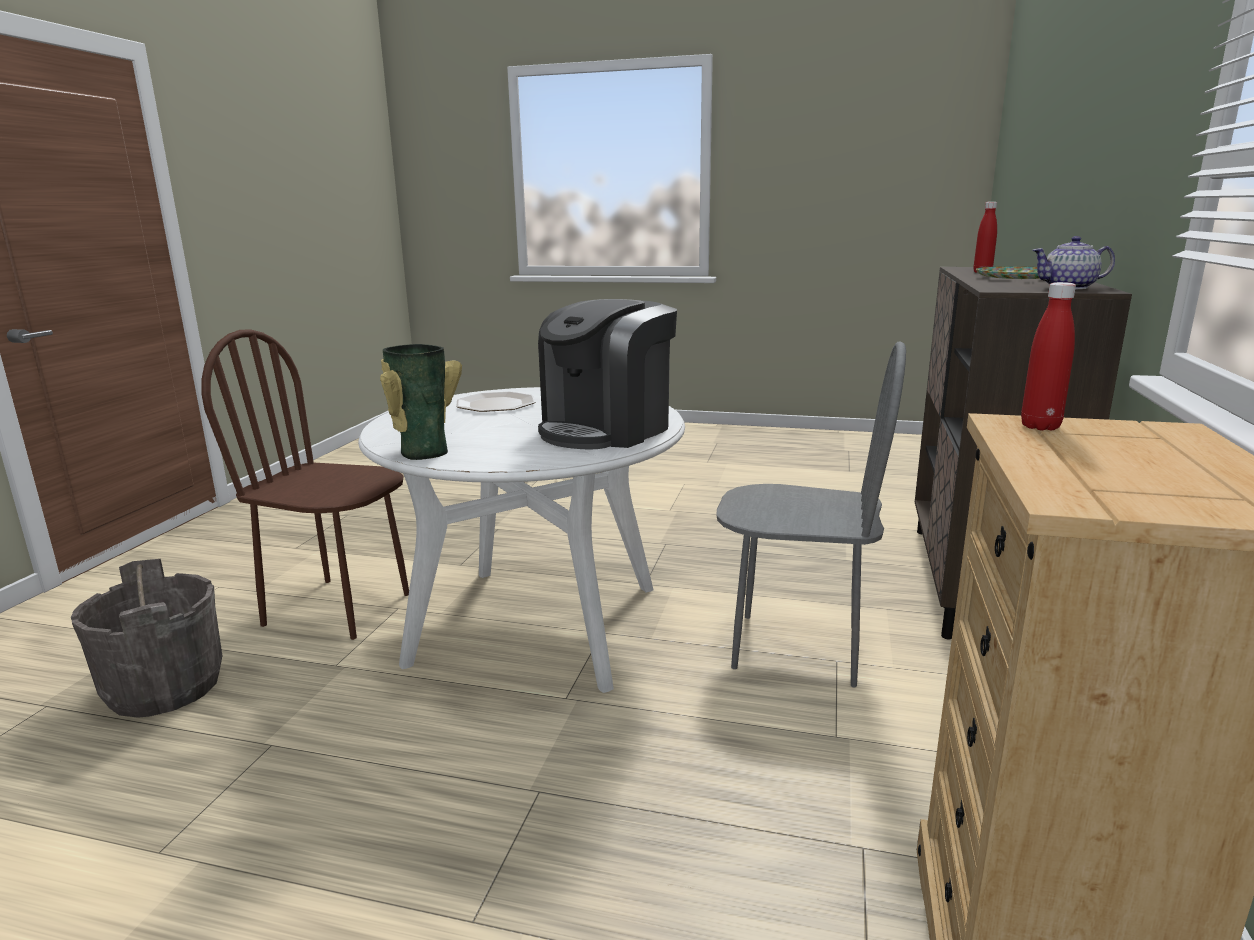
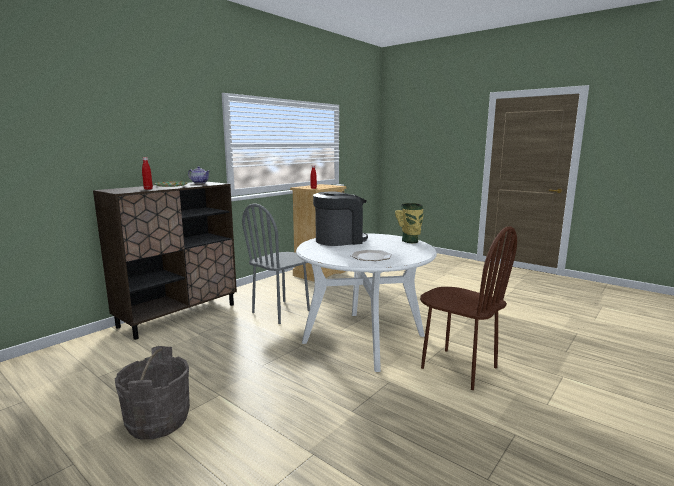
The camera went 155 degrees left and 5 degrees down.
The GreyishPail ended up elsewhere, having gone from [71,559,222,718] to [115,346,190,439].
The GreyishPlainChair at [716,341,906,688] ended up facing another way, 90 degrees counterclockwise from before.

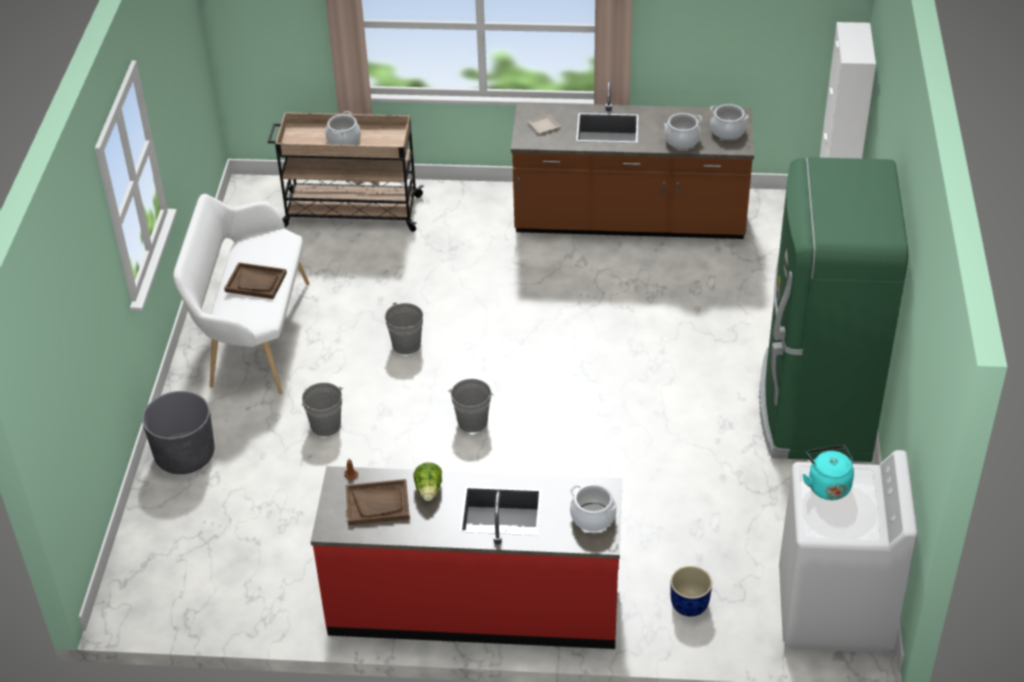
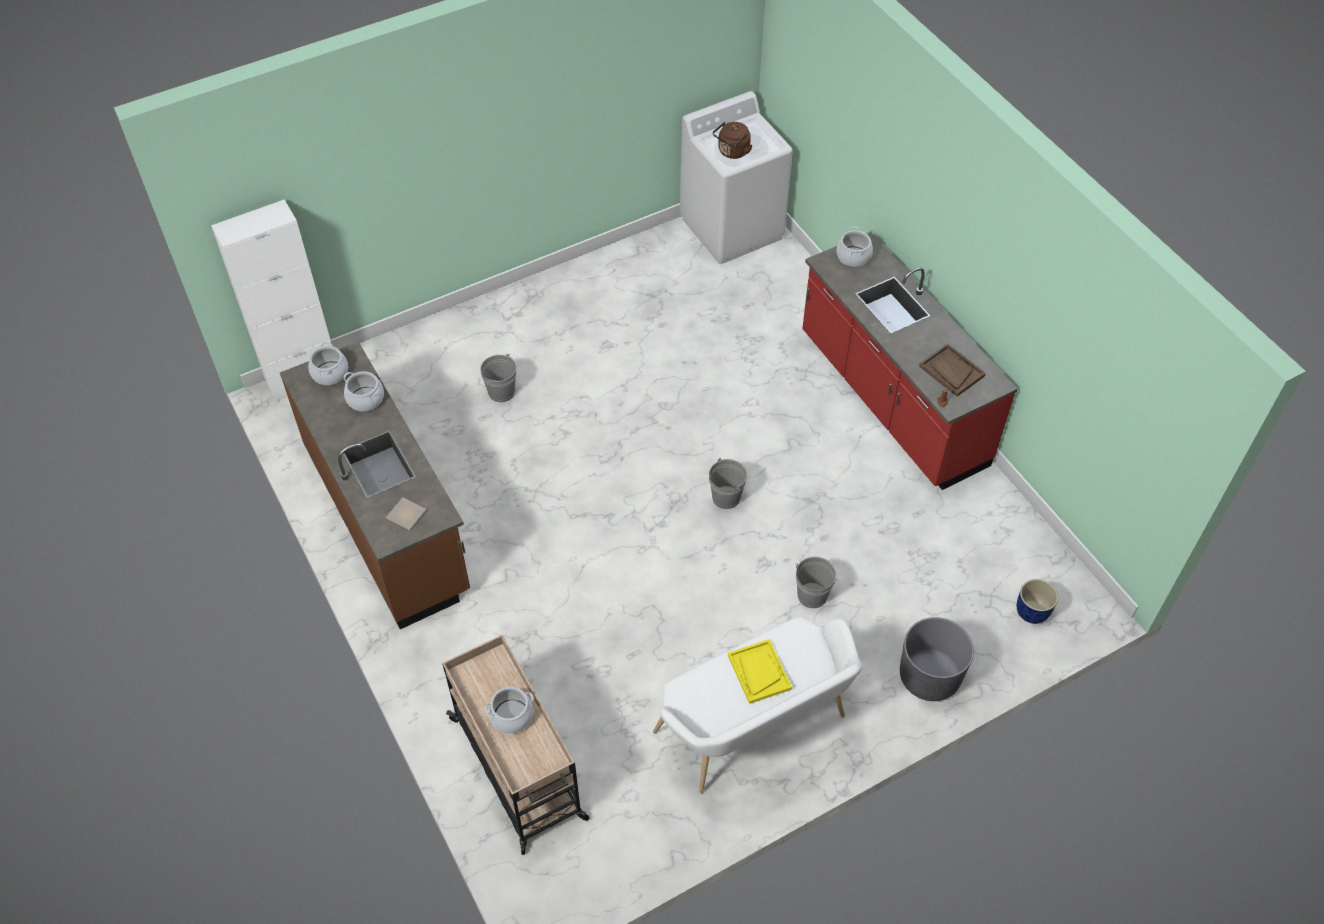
The camera went 125 degrees left and 10 degrees up.
The GreyishPail ended up elsewhere, having gone from [385,302,423,354] to [480,354,516,402].
What was the TurquoiseColouredTeaKettle at [802,445,854,500] turned into the BrownTeaKettle at [713,122,753,159].
What was the BrownServingTray at [224,262,287,299] turned into the YellowServingTray at [728,639,792,704].
The BluePlanter ended up elsewhere, having gone from [670,566,712,616] to [1017,579,1058,624].
The second view lost the Lettuce at [413,462,442,501].
The second view lost the GreenishRefrigerator at [759,157,908,462].

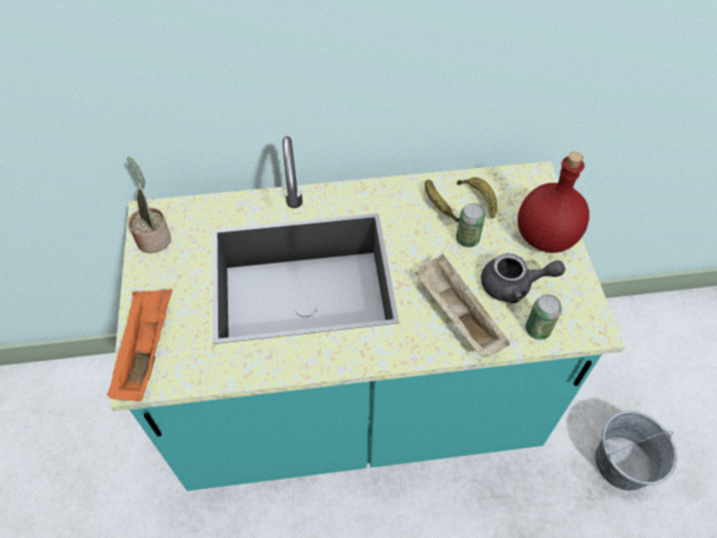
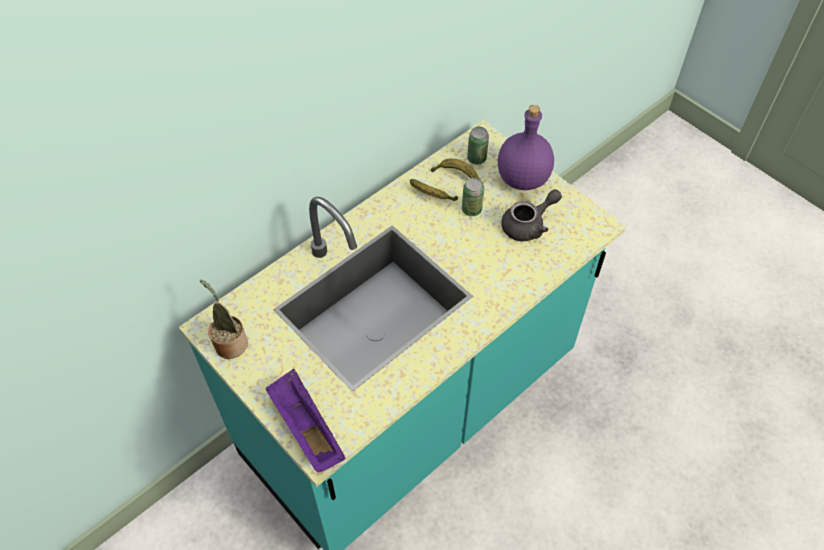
The camera went 35 degrees left and 0 degrees up.
What was the OrangeyServingTray at [107,289,172,401] turned into the PurplishServingTray at [266,369,346,472].
The Can ended up elsewhere, having gone from [525,294,562,340] to [467,127,489,165].
What was the RedBottle at [517,152,589,253] turned into the PurplishBottle at [498,105,554,190].
The second view lost the BeigeColouredServingTray at [415,254,510,357].
The second view lost the GreyishPail at [595,411,677,491].

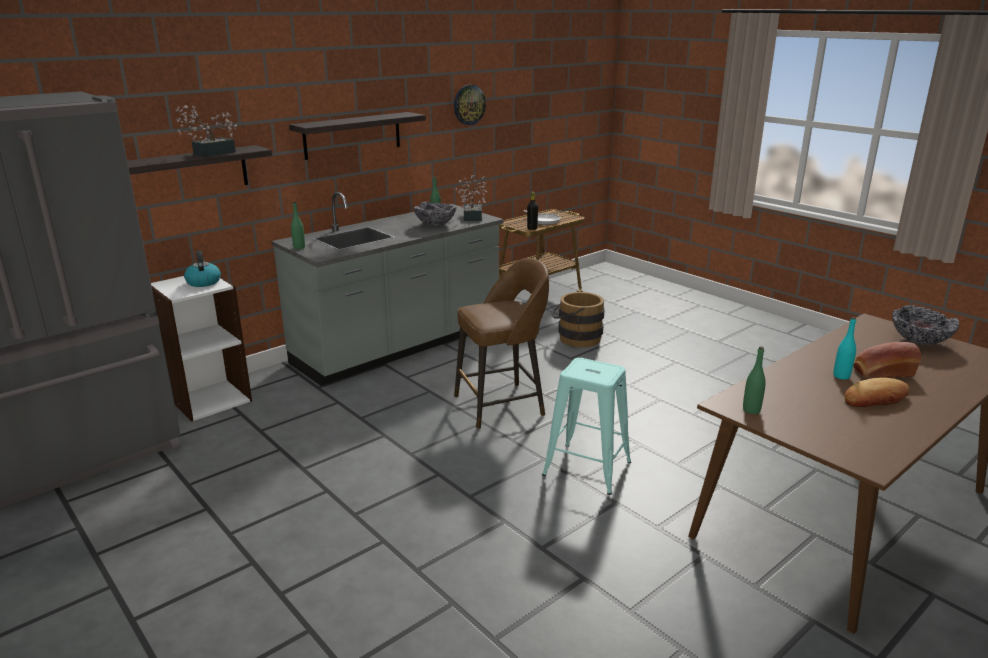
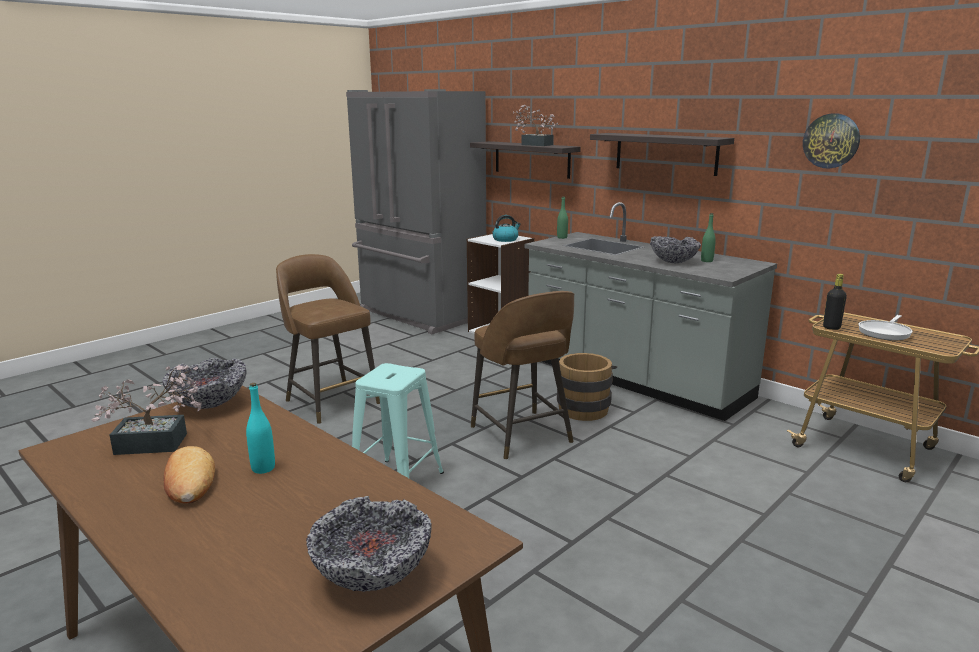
The camera went 85 degrees right and 5 degrees down.
The Houseplant ended up elsewhere, having gone from [456,175,488,221] to [91,365,202,455].
Where the GreenishBottle stood at [743,346,766,414], the ServingBowl came to stand at [163,358,246,409].
The second view gained the BrownStoolSeat at [276,254,380,424].
The BrownPail ended up elsewhere, having gone from [551,292,605,348] to [557,353,617,421].
The second view lost the BakeryBread at [854,342,921,378].

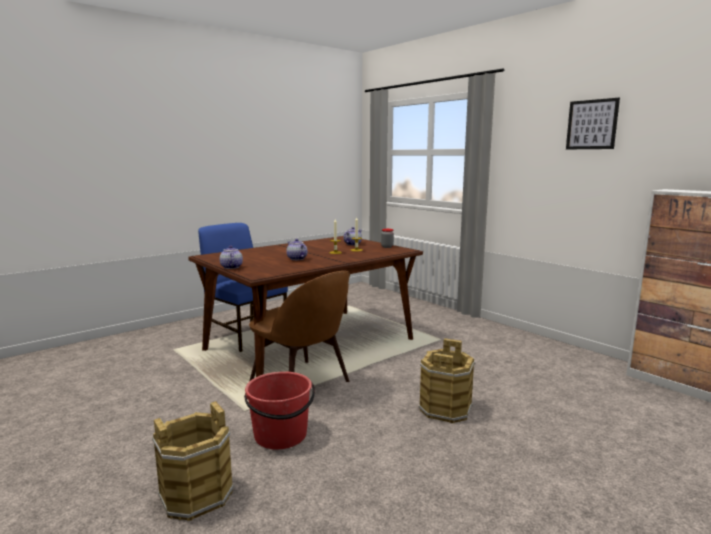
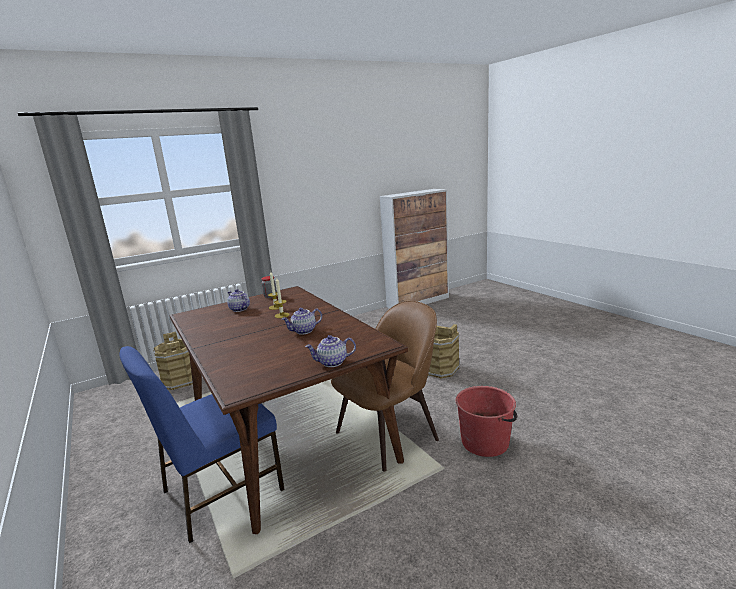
The camera went 80 degrees left and 5 degrees up.
The BrownPail ended up elsewhere, having gone from [152,401,234,521] to [153,332,193,390].
The second view lost the WallPicture at [566,98,620,149].

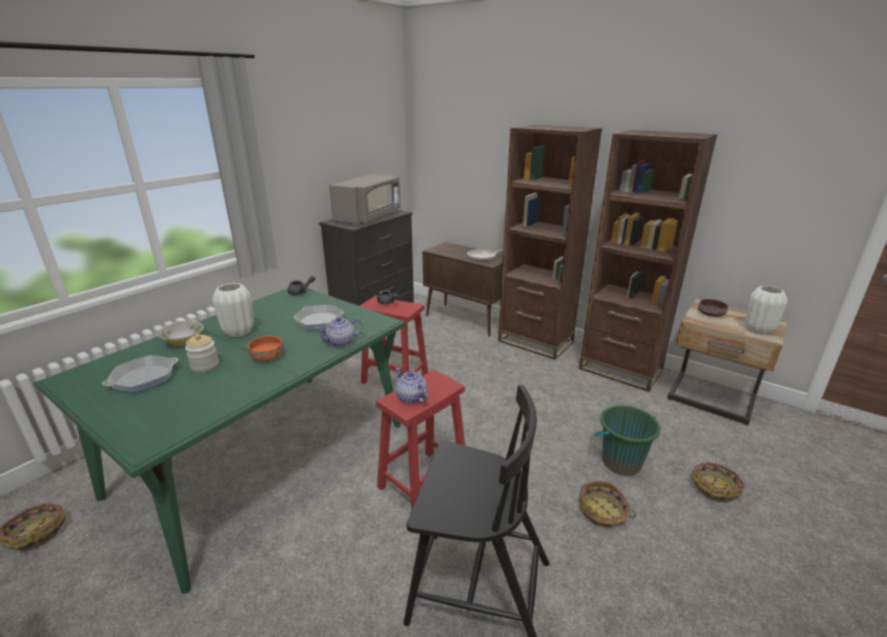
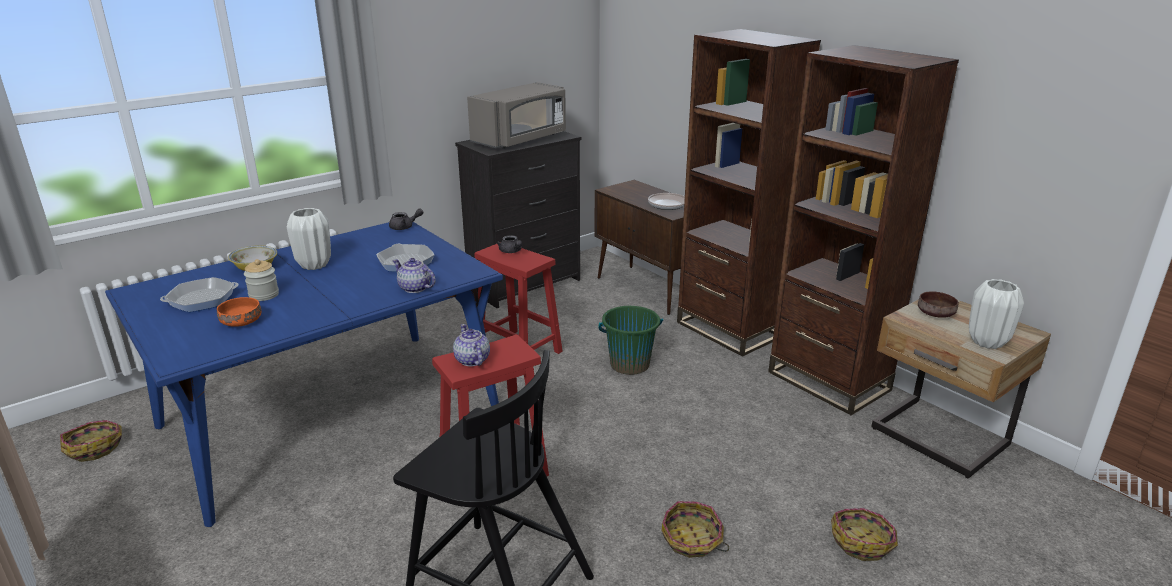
The camera went 15 degrees right and 0 degrees up.
What was the GreenishDinnerTable at [34,288,406,594] turned into the BlueDinnerTable at [105,222,503,527].
The OrangeyServingBowl ended up elsewhere, having gone from [248,336,284,361] to [217,297,262,327].
The TeaPot at [315,317,363,347] ended up facing another way, 45 degrees clockwise from before.
The GreenishPail ended up elsewhere, having gone from [595,405,661,476] to [598,306,663,375].

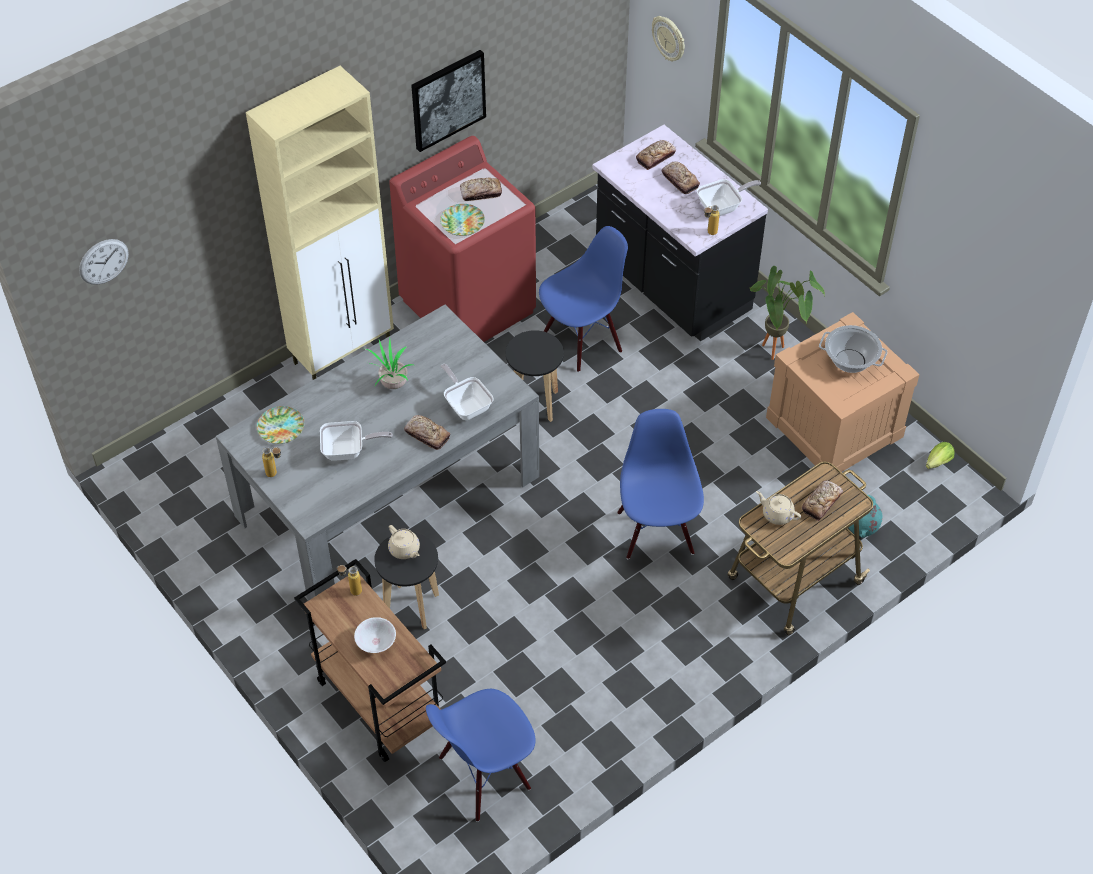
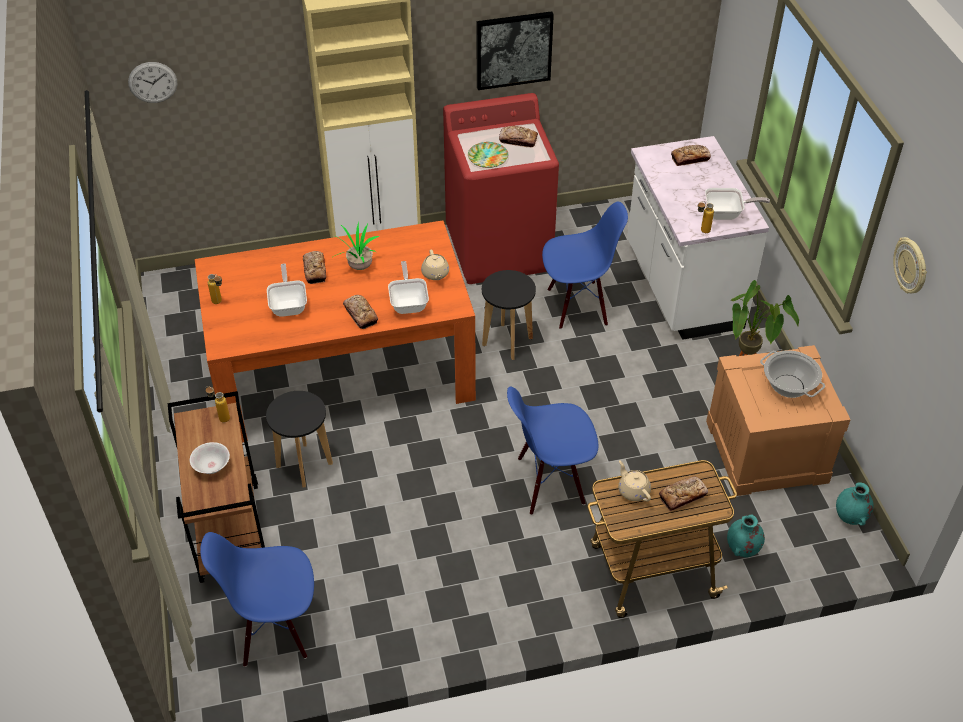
The camera went 25 degrees right and 5 degrees down.
What was the GreyishDinnerTable at [216,305,539,601] turned into the OrangeyDinnerTable at [195,220,476,442].
The Skillet at [320,421,393,461] ended up facing another way, 120 degrees counterclockwise from before.
The BakeryBread ended up elsewhere, having gone from [662,162,700,194] to [303,251,326,284].
The BeigeColouredTeaPot ended up elsewhere, having gone from [388,525,420,559] to [421,250,449,280].
The BluePlainChair at [617,409,704,559] ended up facing another way, 120 degrees counterclockwise from before.
What was the BlackColouredKitchenBaseUnit at [593,125,768,342] turned into the WhiteKitchenBaseUnit at [627,136,769,340].
Where the Lettuce stood at [926,442,955,469], the TurquoiseColouredVase came to stand at [836,482,874,526].
The HangingClock ended up elsewhere, having gone from [652,16,685,61] to [893,237,927,293].
The second view lost the Plate at [257,406,304,444].

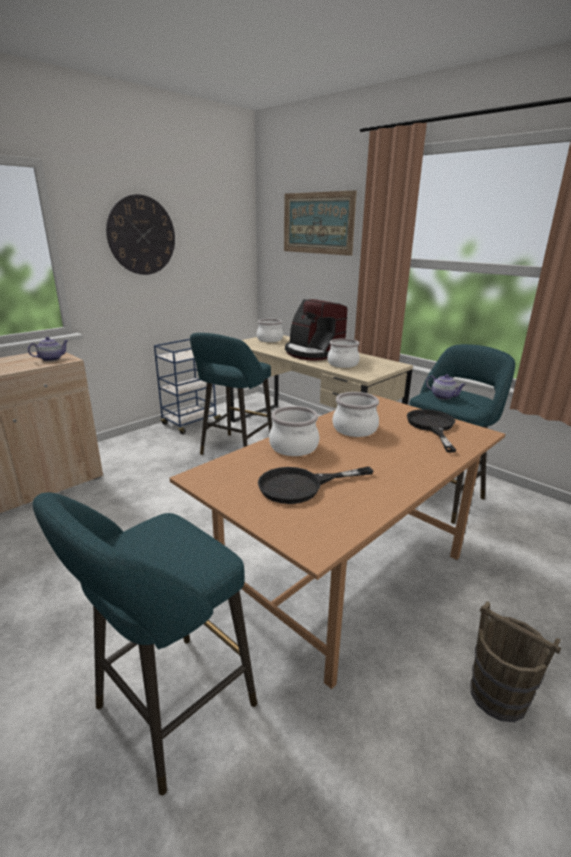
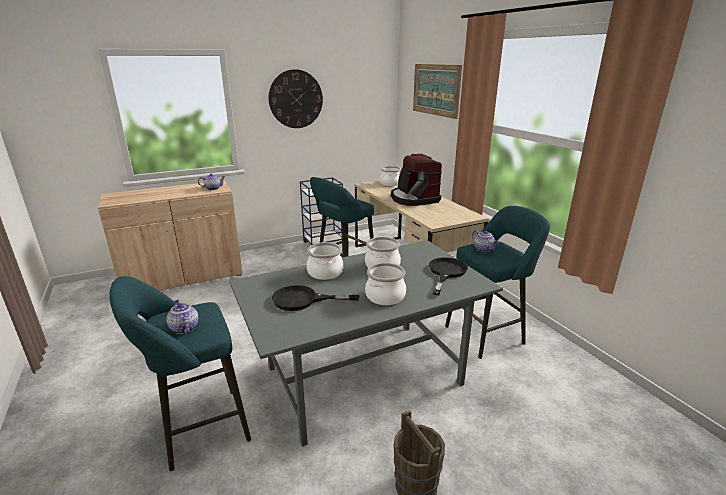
The camera went 20 degrees right and 0 degrees up.
The second view gained the TeaPot at [167,300,199,334].
What was the BrownDinnerTable at [169,395,505,689] turned into the GreyishDinnerTable at [229,240,503,447].
The CookingPot ended up elsewhere, having gone from [327,339,360,368] to [365,263,406,305].

